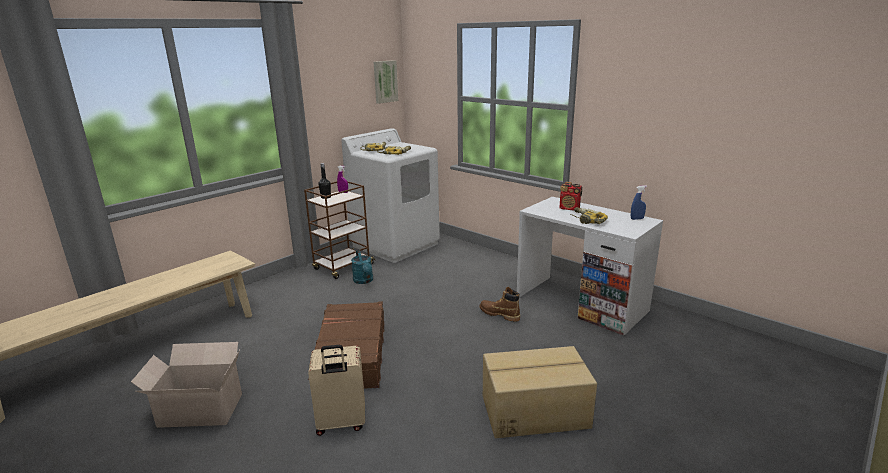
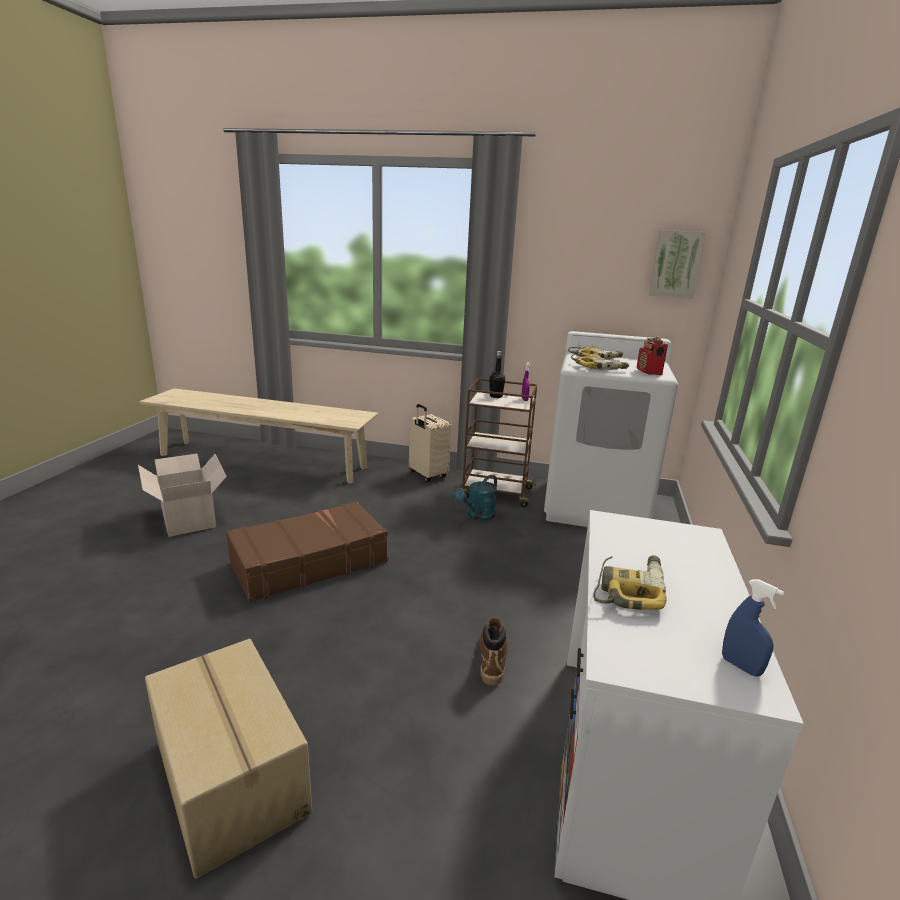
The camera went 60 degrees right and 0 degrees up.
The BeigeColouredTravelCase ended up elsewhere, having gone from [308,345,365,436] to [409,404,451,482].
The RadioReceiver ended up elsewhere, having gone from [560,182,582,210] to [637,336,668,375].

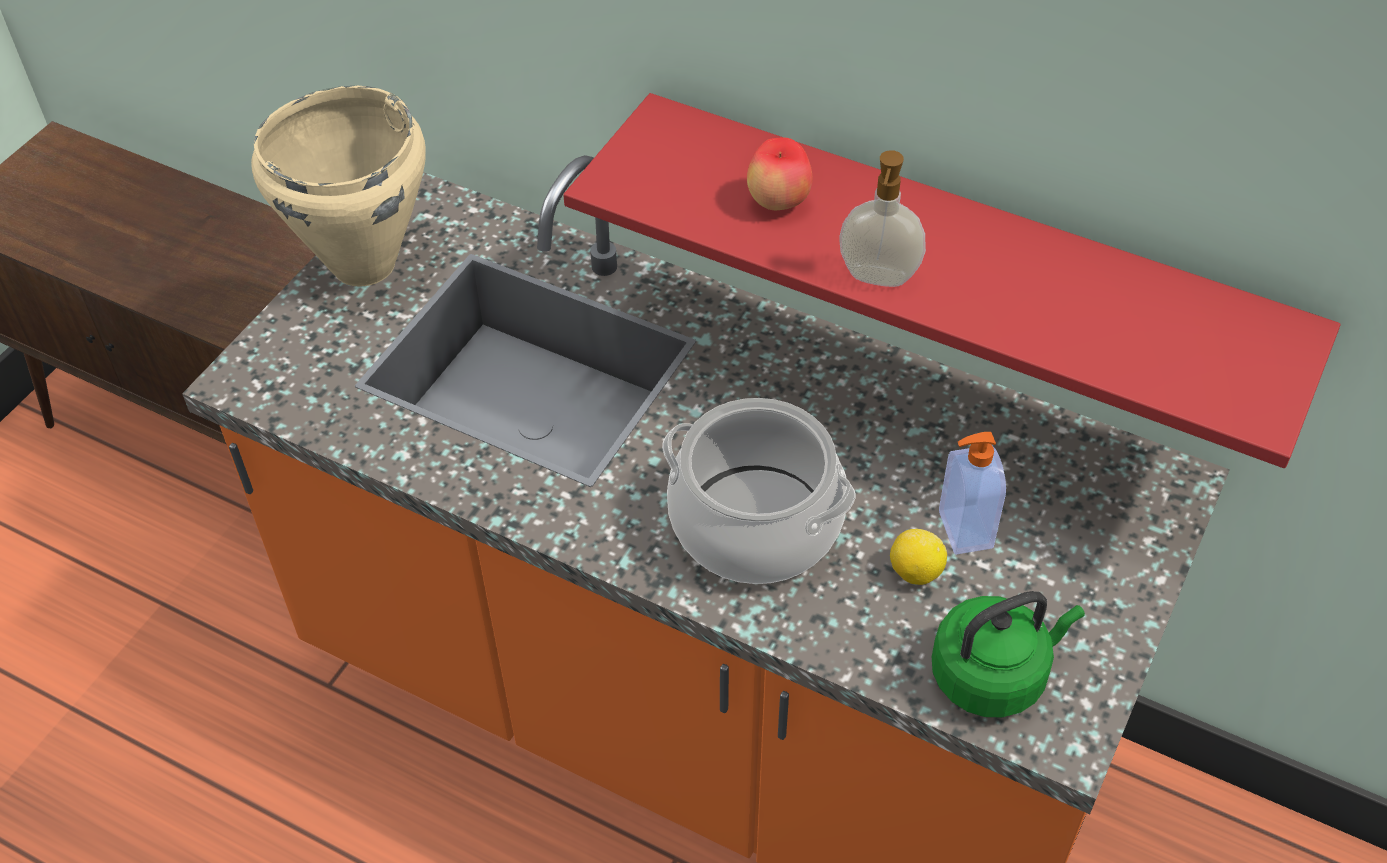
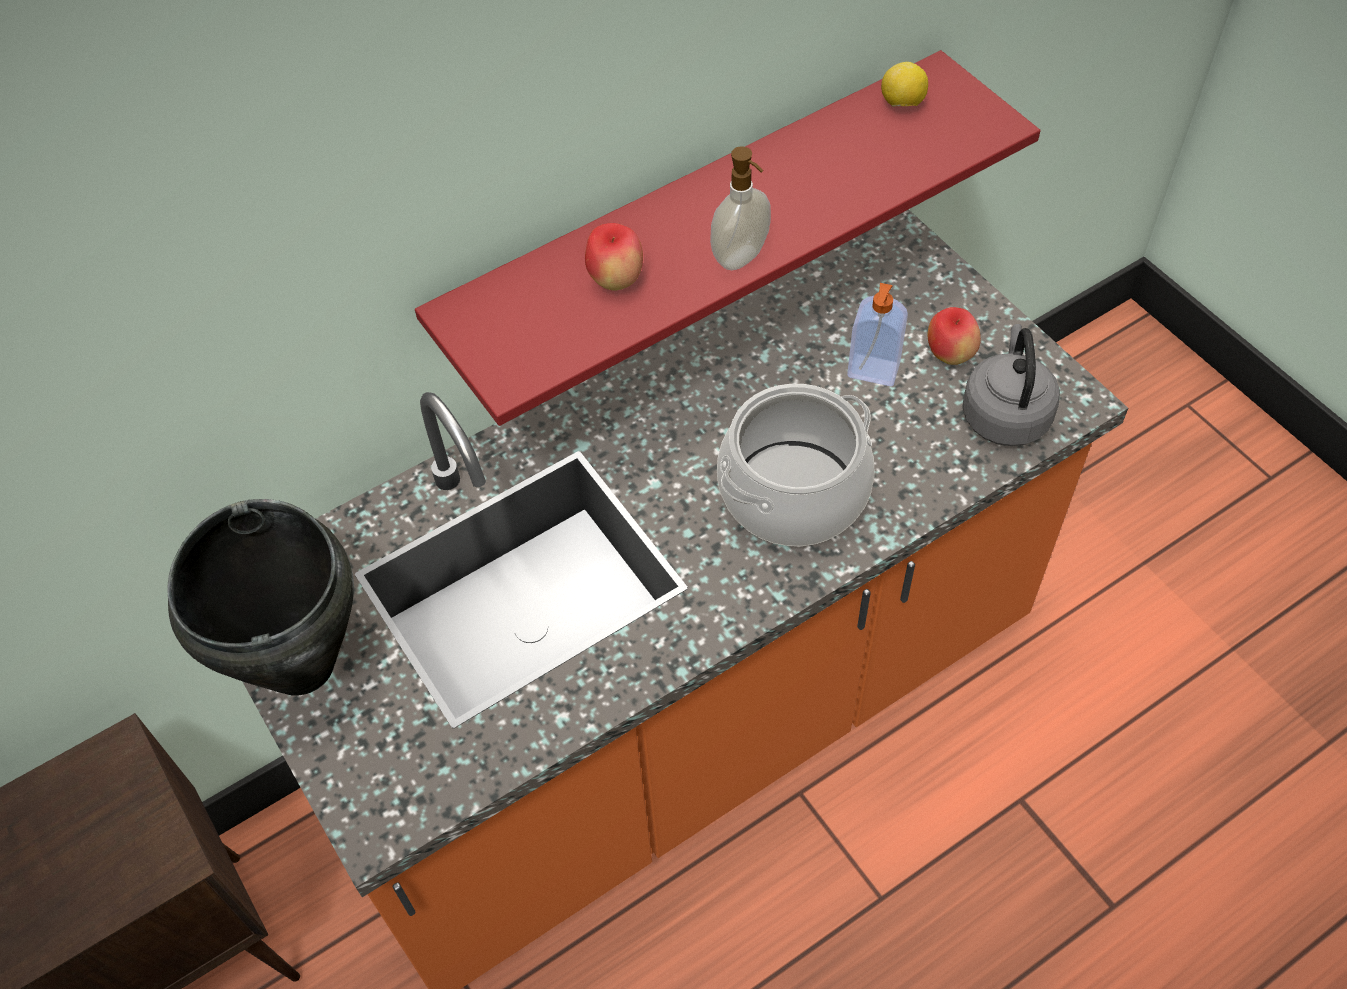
The camera went 60 degrees left and 5 degrees up.
What was the BeigeColouredCookingPot at [251,86,425,287] turned into the BlackColouredCookingPot at [167,499,354,696].
The CitrusFruit ended up elsewhere, having gone from [890,529,947,585] to [881,62,928,107].
The second view gained the Apple at [928,307,981,365].
What was the GreenishTeaKettle at [932,591,1085,718] turned into the GreyishTeaKettle at [962,324,1060,446].

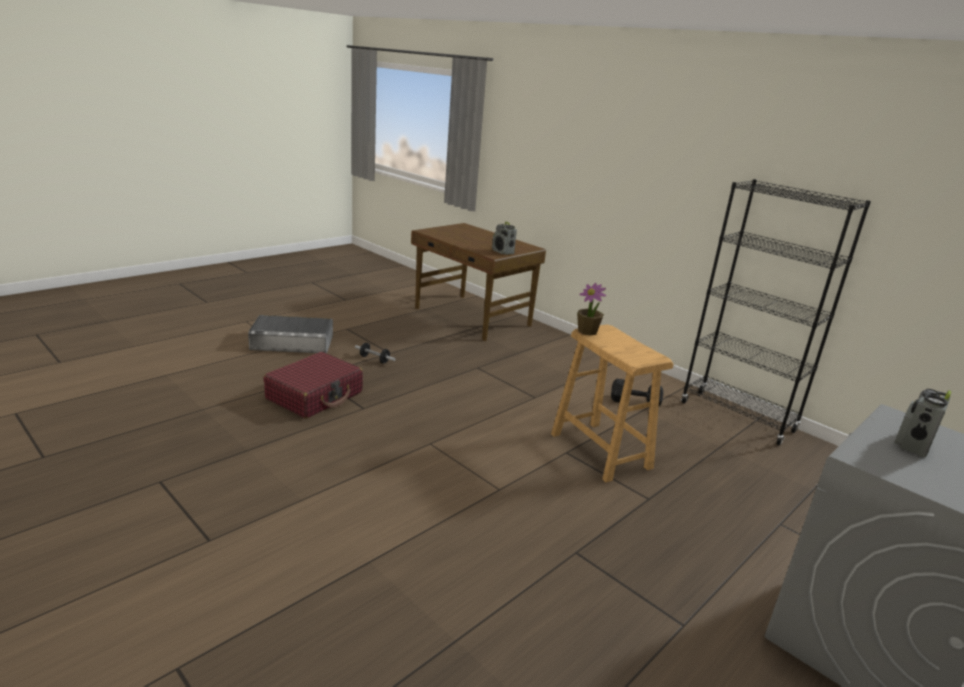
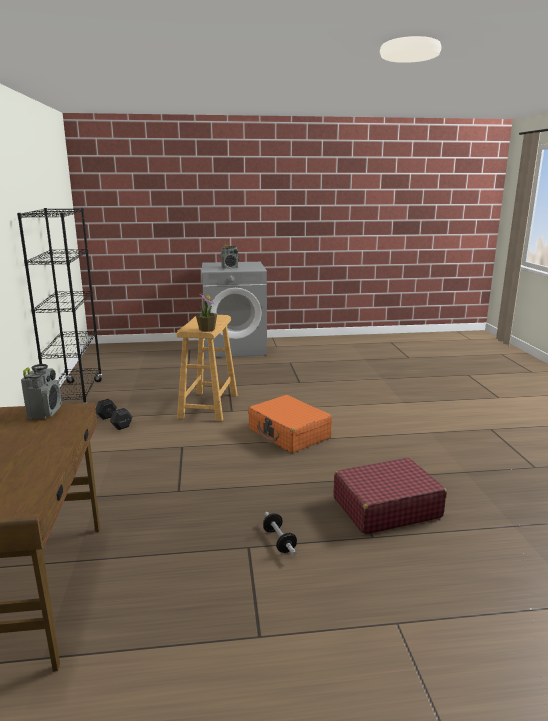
The camera went 140 degrees left and 5 degrees down.
The second view gained the OrangeyTravelCase at [248,395,332,453].
The second view lost the GreyishStorageBin at [248,315,333,353].

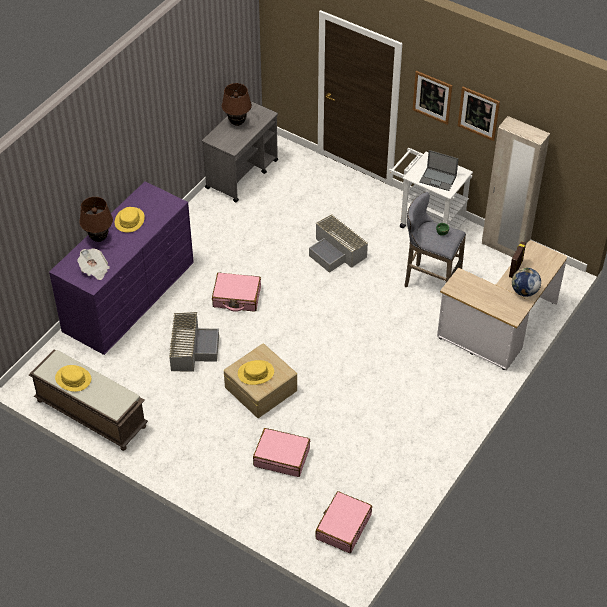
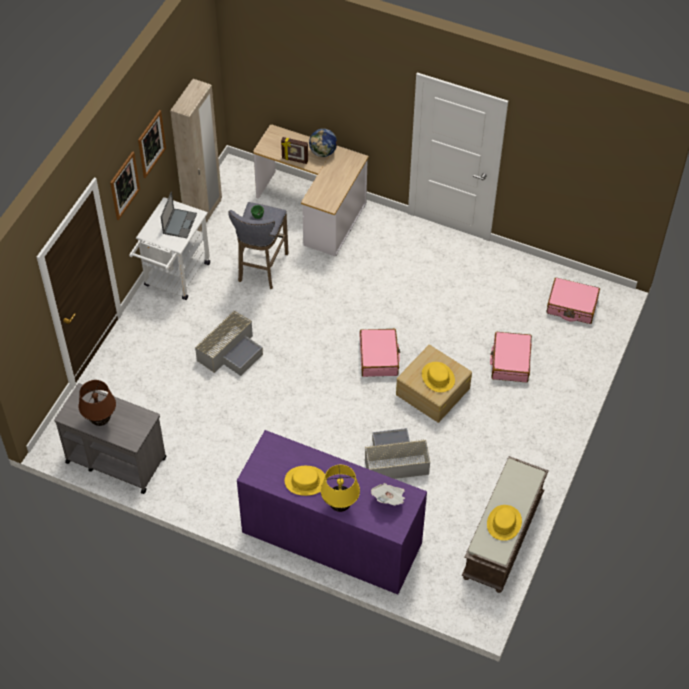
The camera went 100 degrees left and 5 degrees up.
What was the BrownLampForATable at [79,197,113,242] turned into the YellowLampForATable at [321,465,360,512].
The PinkishTravelCase ended up elsewhere, having gone from [212,272,261,312] to [360,329,400,377].

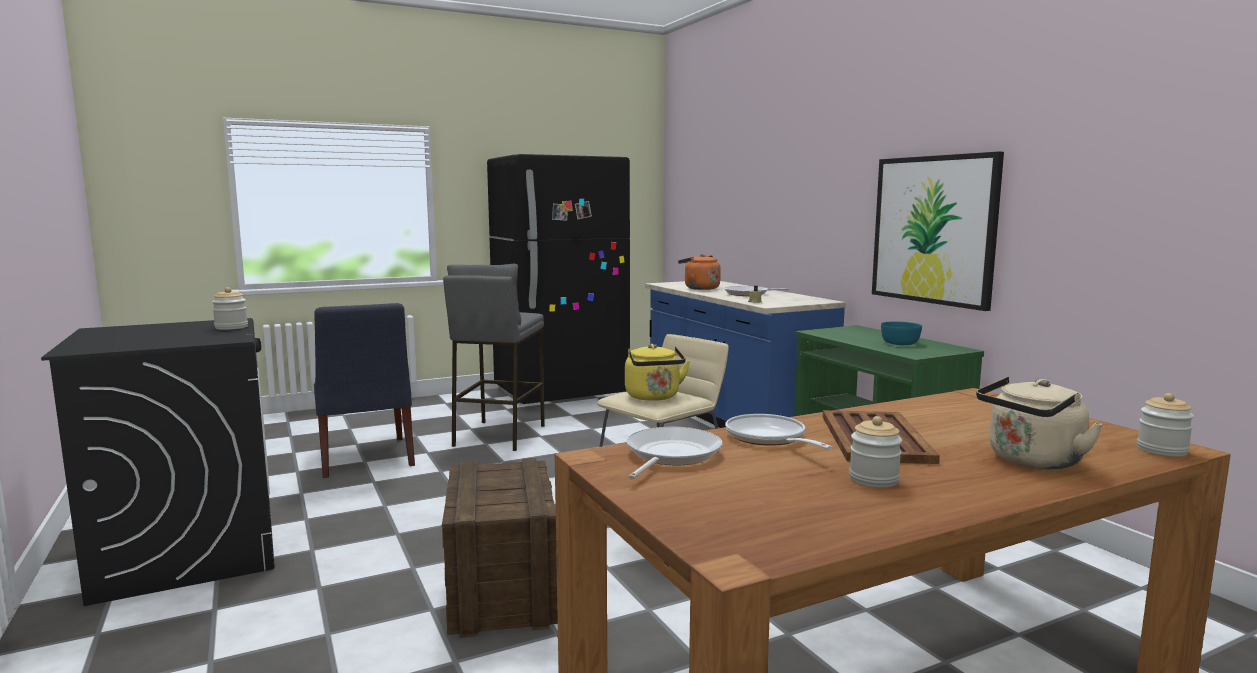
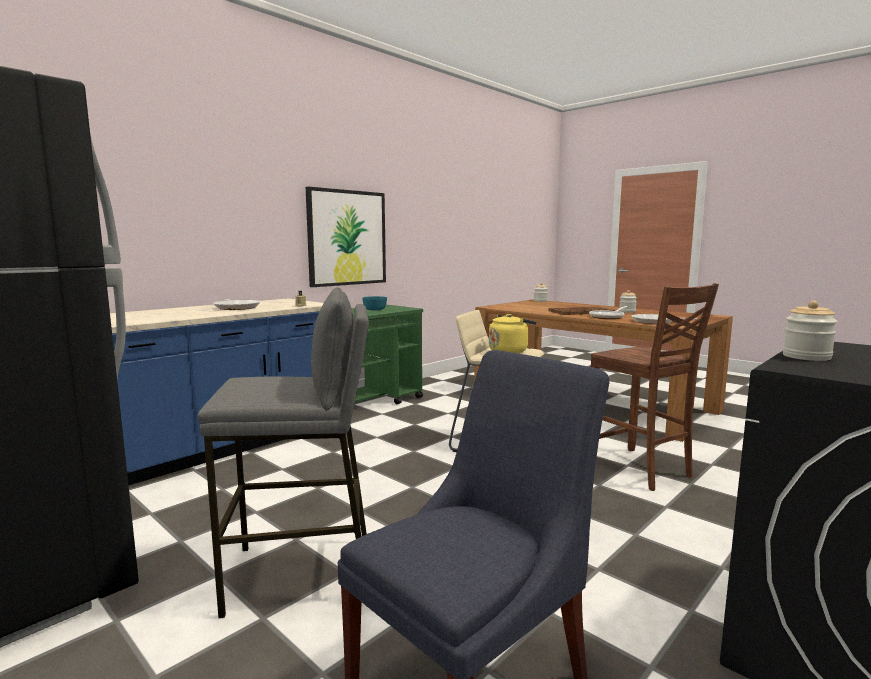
The camera went 110 degrees left and 0 degrees up.
Where the PackingCrate stood at [442,458,558,638], the BrownPlainChair came to stand at [591,283,719,491].
The second view lost the OrangeyTeaKettle at [678,254,721,290].
The second view lost the BeigeColouredTeaKettle at [976,377,1103,469].

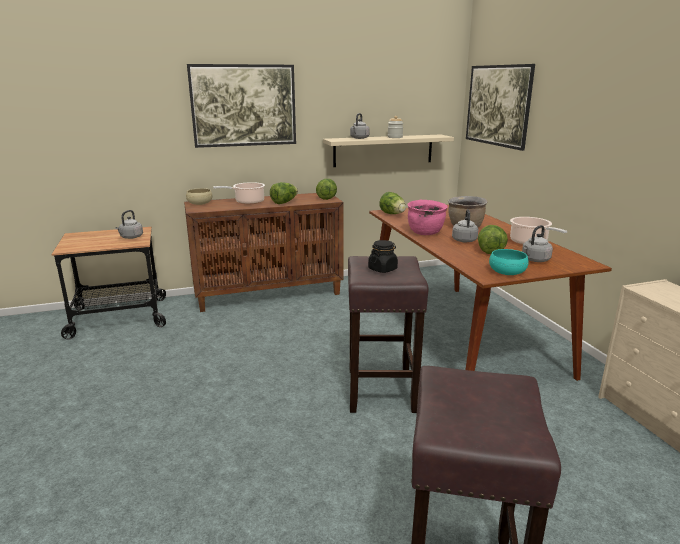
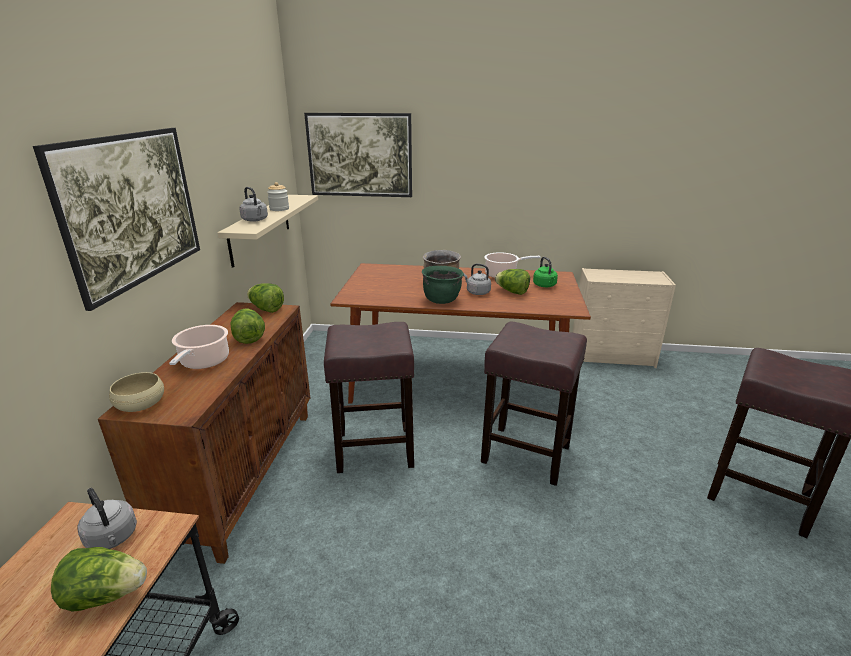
The camera went 65 degrees left and 5 degrees up.
The Lettuce ended up elsewhere, having gone from [379,192,406,214] to [51,547,147,612].
The second view gained the BrownStoolSeat at [324,322,414,473].
What was the PinkishCookingPot at [407,200,448,235] turned into the GreenishCookingPot at [422,266,464,304].
What was the GreyishTeaKettle at [522,225,553,262] turned into the GreenishTeaKettle at [533,257,558,287].
The second view lost the BlackColouredPreserveJar at [368,240,398,273].
The second view lost the TurquoiseColouredServingBowl at [489,249,529,275].

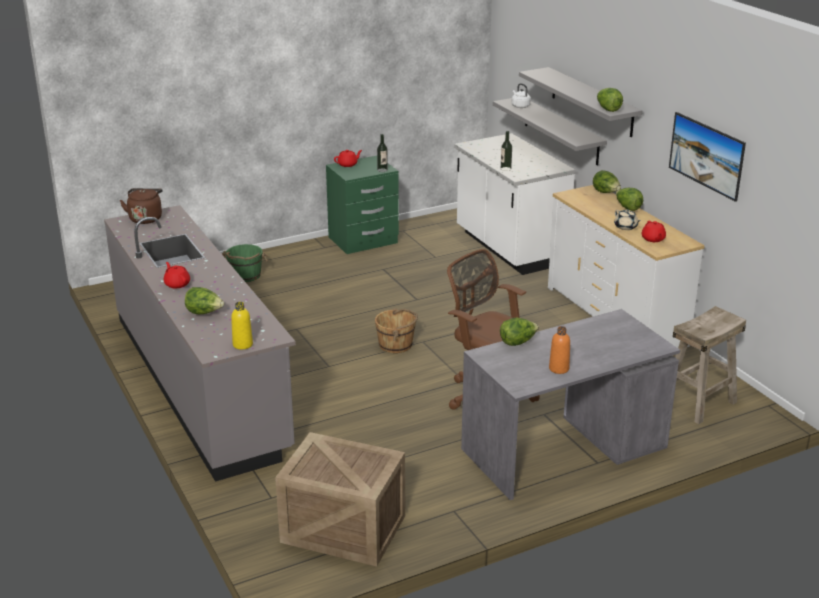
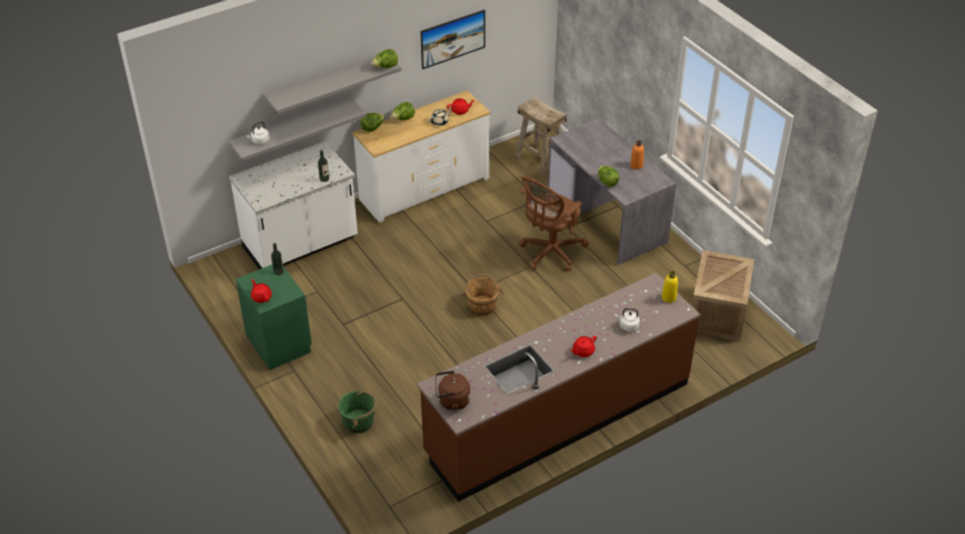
The camera went 95 degrees left and 15 degrees up.
What was the GreyishKitchenBaseUnit at [104,205,296,482] turned into the BrownKitchenBaseUnit at [417,273,701,502].
Where the Lettuce stood at [185,287,224,314], the WhiteTeaKettle came to stand at [615,308,640,331].

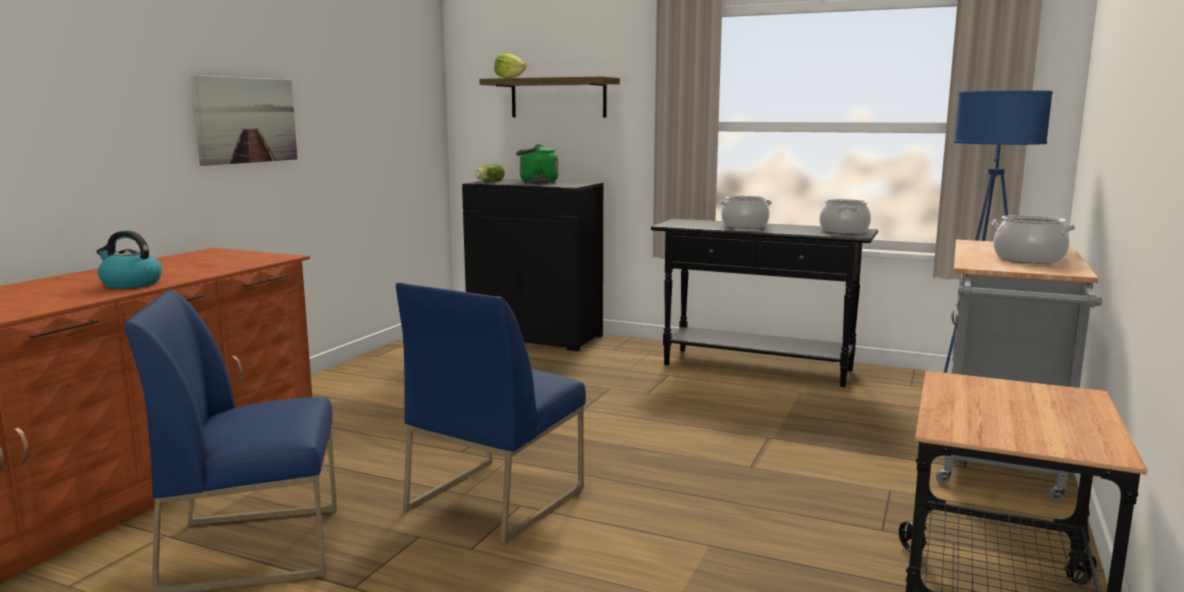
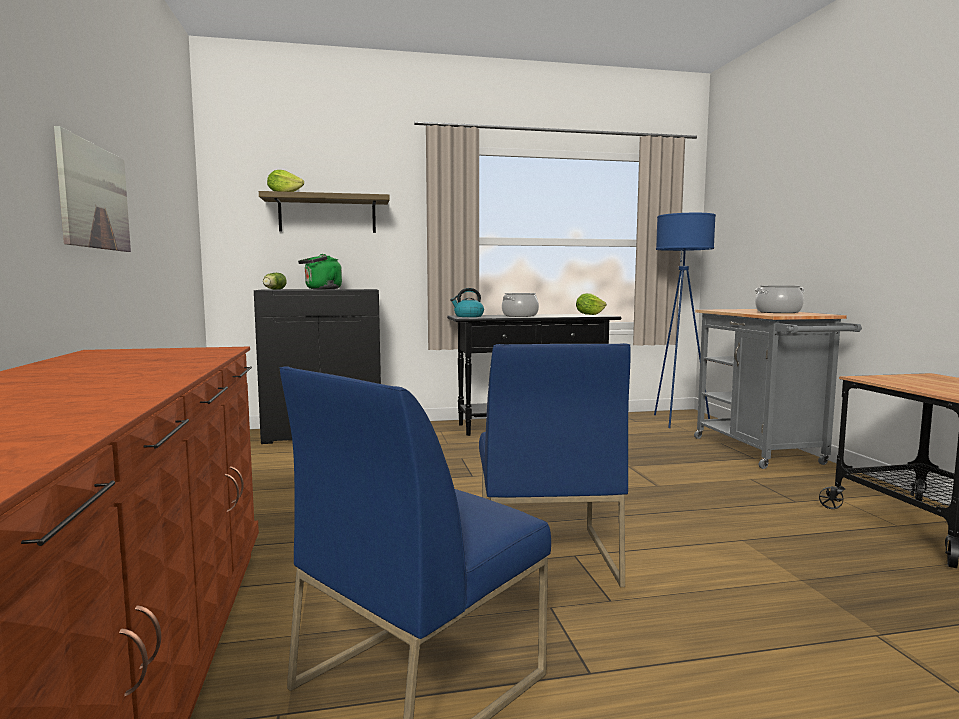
The camera went 35 degrees left and 5 degrees down.
The TeaKettle ended up elsewhere, having gone from [96,231,162,289] to [450,288,484,317].
Where the CookingPot stood at [819,199,871,234], the Lettuce came to stand at [576,293,606,315].

